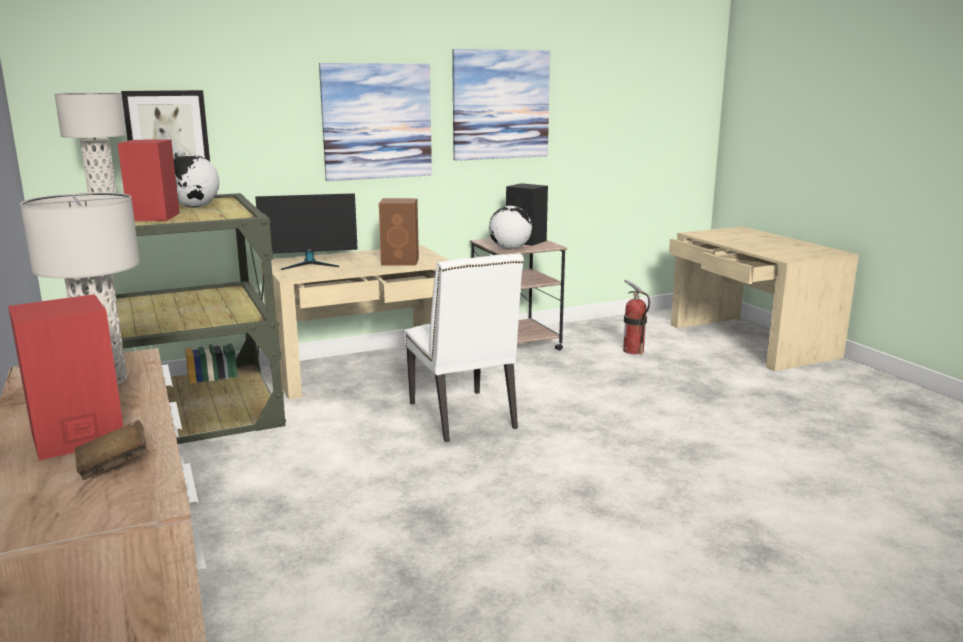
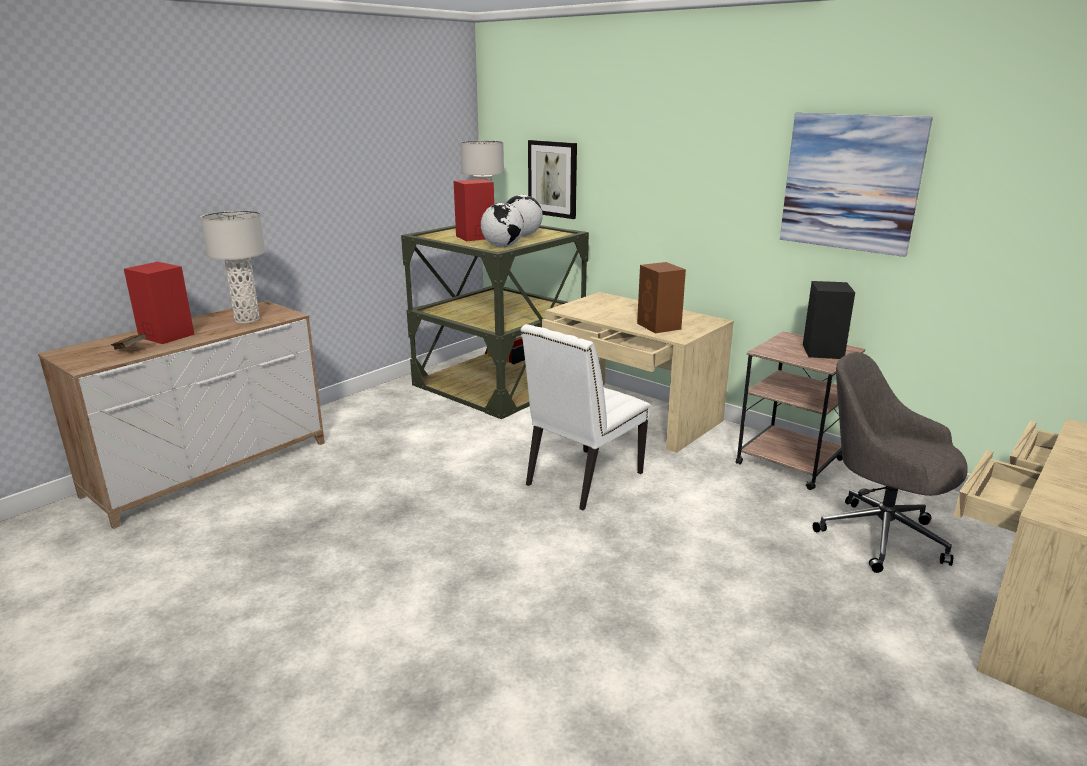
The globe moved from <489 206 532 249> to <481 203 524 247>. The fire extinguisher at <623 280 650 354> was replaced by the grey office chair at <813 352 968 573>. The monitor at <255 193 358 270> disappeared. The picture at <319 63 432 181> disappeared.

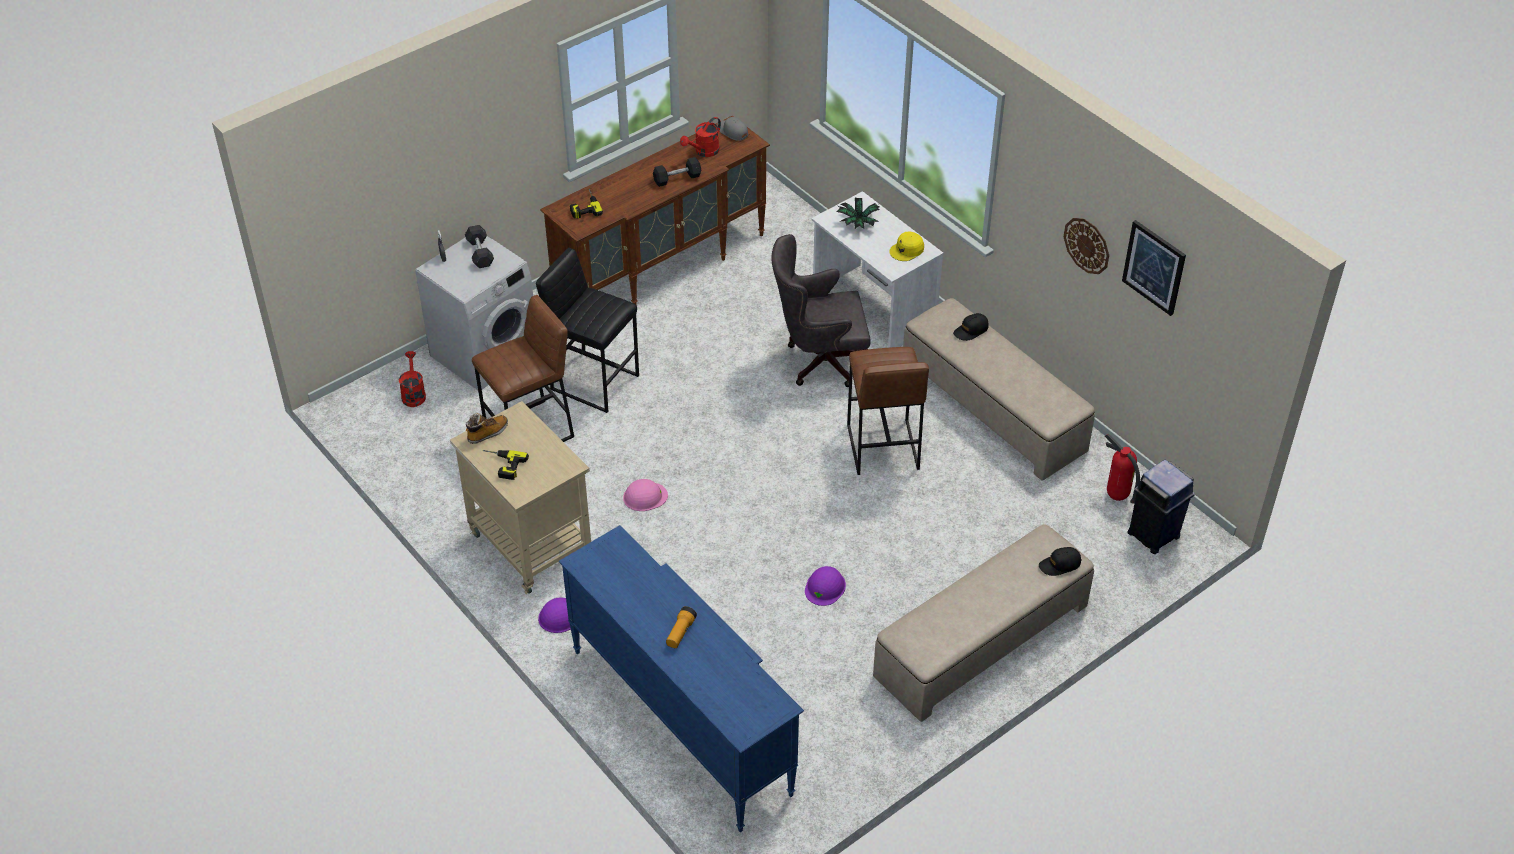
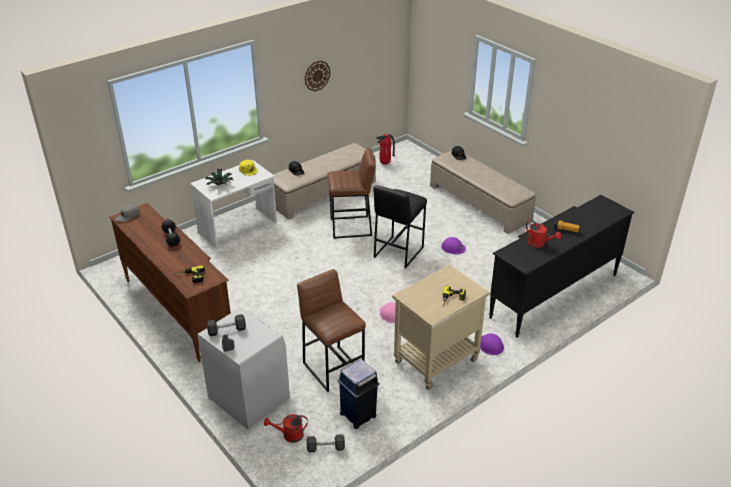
The grey dumbbell at <307 434 345 452> appeared. The blue trash can moved from <1127 460 1195 554> to <338 359 380 429>. The black stool moved from <536 248 639 413> to <373 185 427 268>. The blue cabinet at <559 525 804 832> became the black cabinet at <489 195 634 338>. The red watering can moved from <680 117 721 157> to <526 220 561 248>. The boot at <465 413 508 444> disappeared. The grey office chair at <771 234 871 387> disappeared. The picture at <1122 220 1186 316> disappeared.

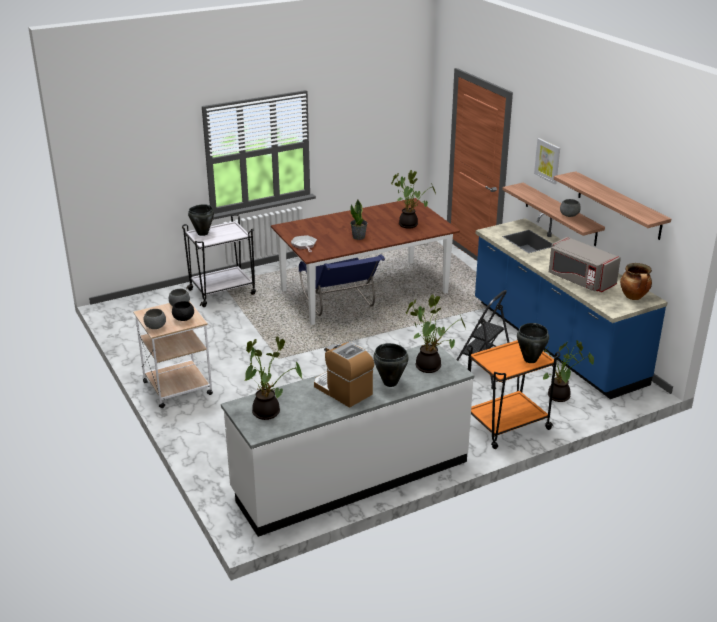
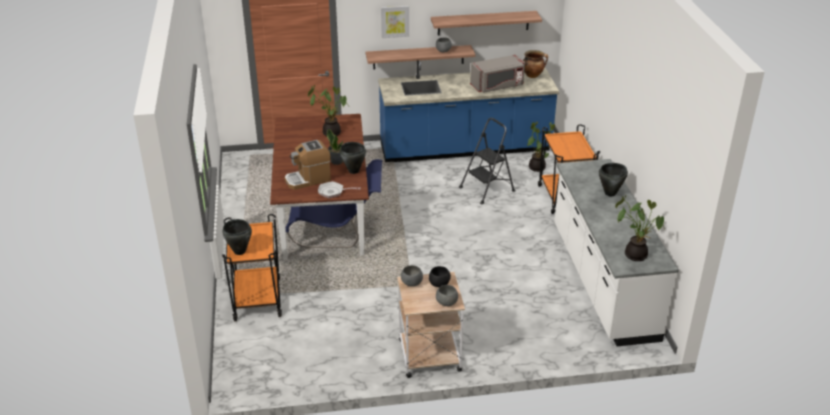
The white cart at <182 214 256 307> became the orange cart at <222 214 282 321>. The coffee machine moved from <314 342 374 408> to <285 140 331 190>. The black cooking pot moved from <517 323 549 363> to <340 142 366 174>. The potted plant at <406 294 465 373> disappeared.

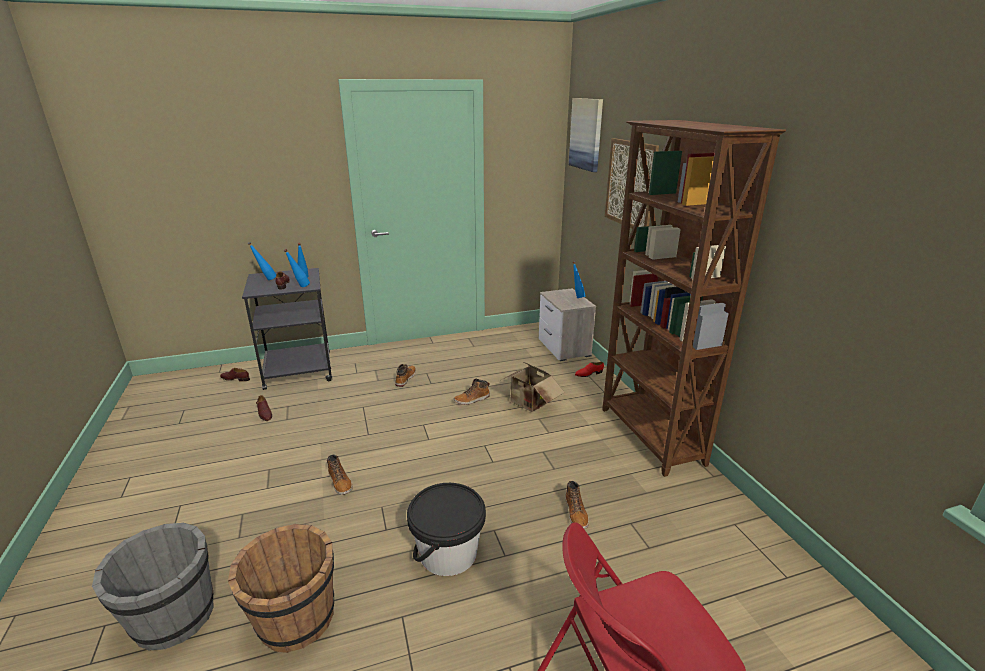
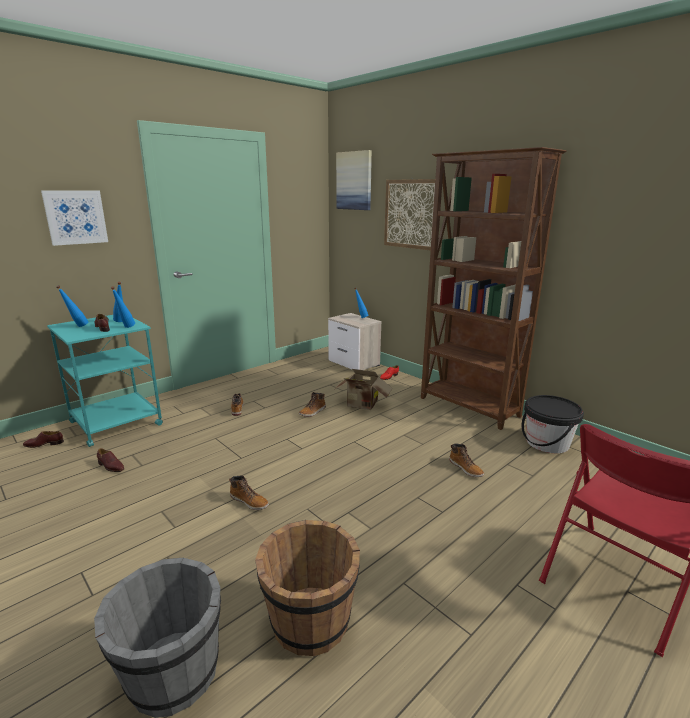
The picture at <41 190 108 246> appeared. The black cart at <242 268 333 390> became the turquoise cart at <47 315 163 447>. The black bucket moved from <407 483 486 576> to <522 395 584 453>.

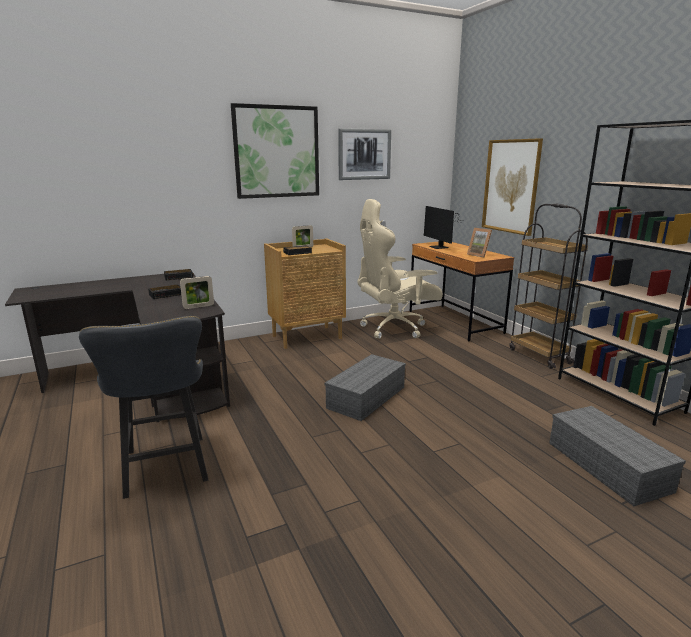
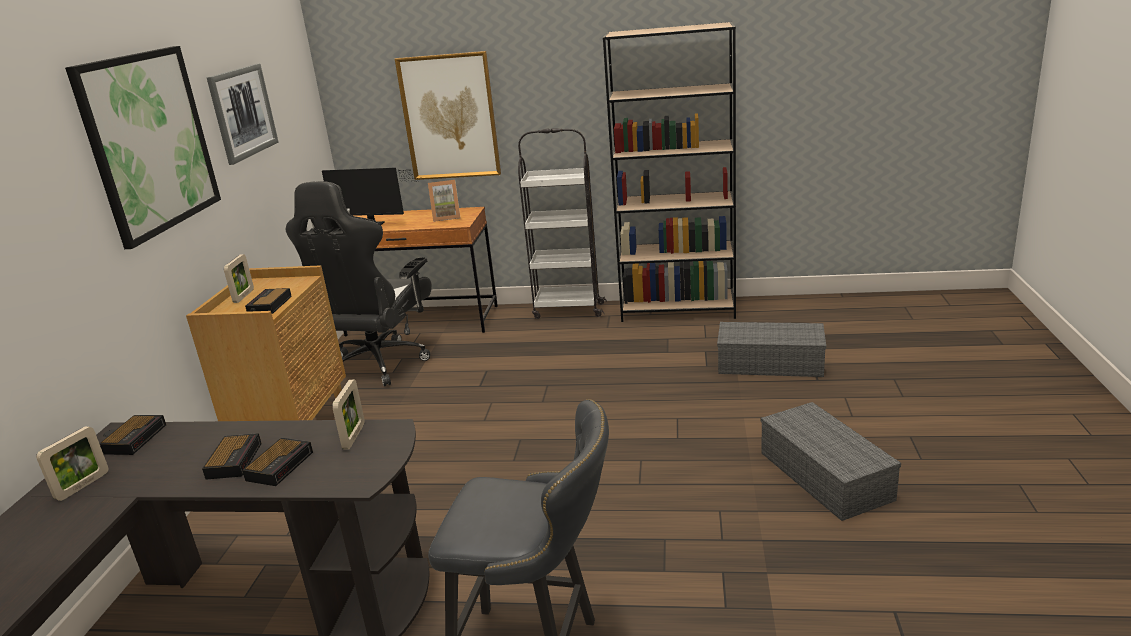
The picture frame at <36 426 109 501> appeared. The alarm clock at <242 438 313 486> appeared. The beige office chair at <357 199 443 339> became the black office chair at <286 181 432 387>. The brown cart at <509 204 588 369> became the white cart at <518 128 607 319>. The grey storage box moved from <325 354 406 421> to <761 402 901 521>.

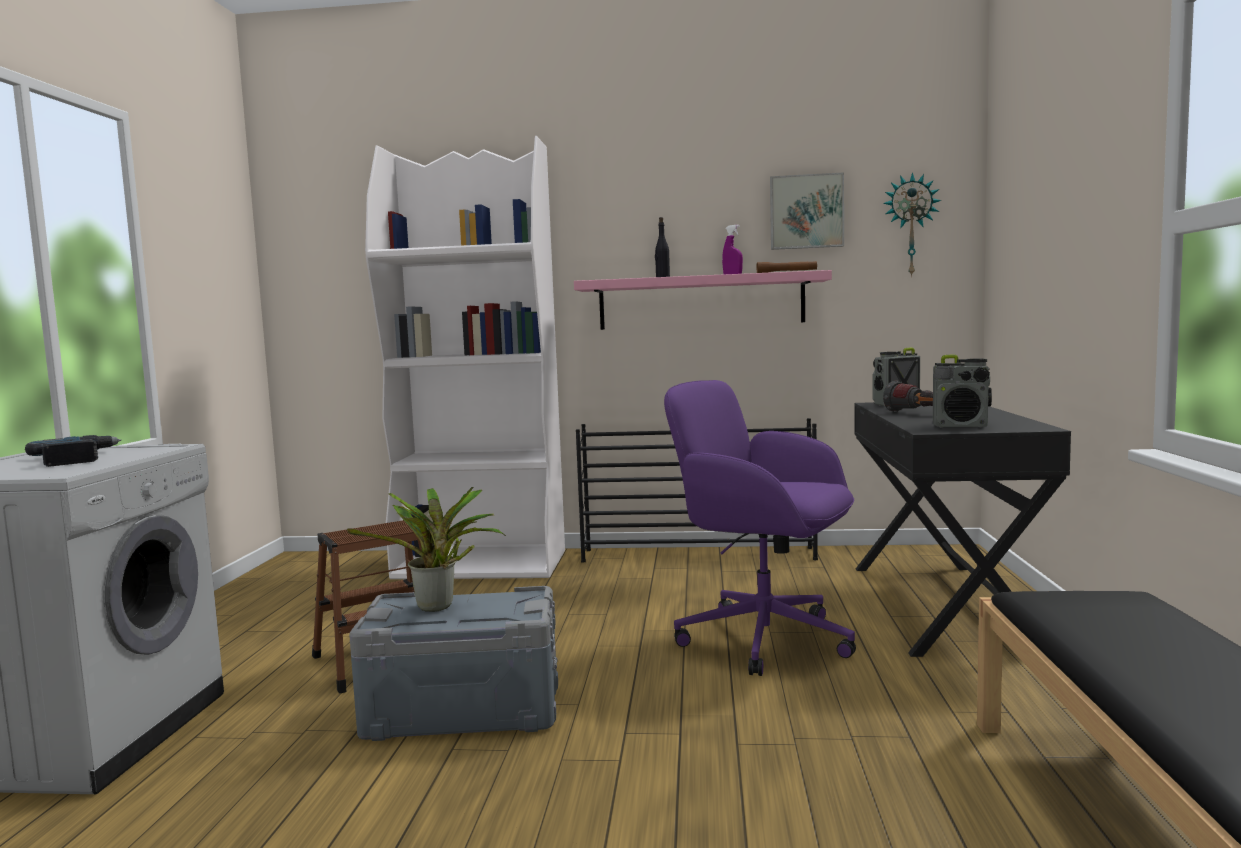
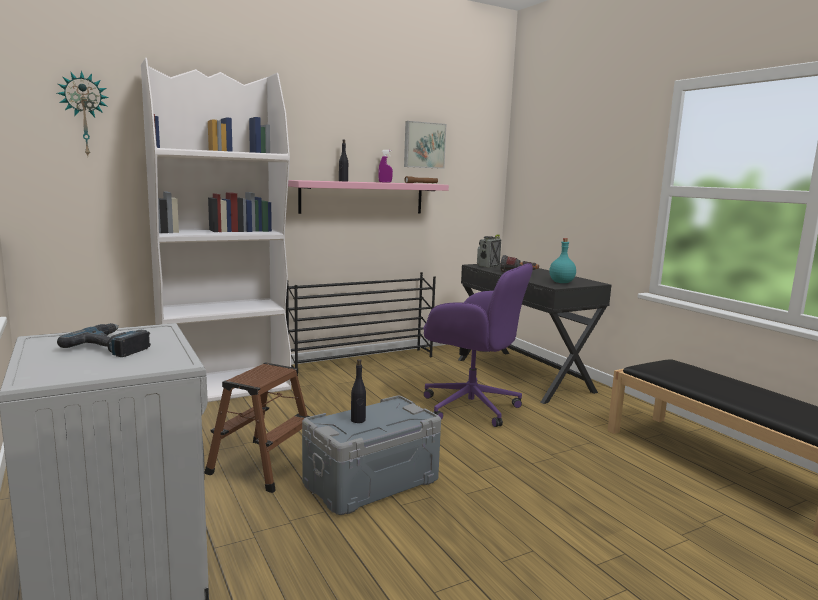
The wall clock moved from <883 172 941 277> to <57 71 109 156>. The potted plant at <347 487 506 612> was replaced by the black bottle at <351 359 366 423>. The purple office chair at <664 380 856 676> turned 150 degrees counterclockwise. The radio at <933 355 992 427> was replaced by the turquoise bottle at <549 238 576 283>.

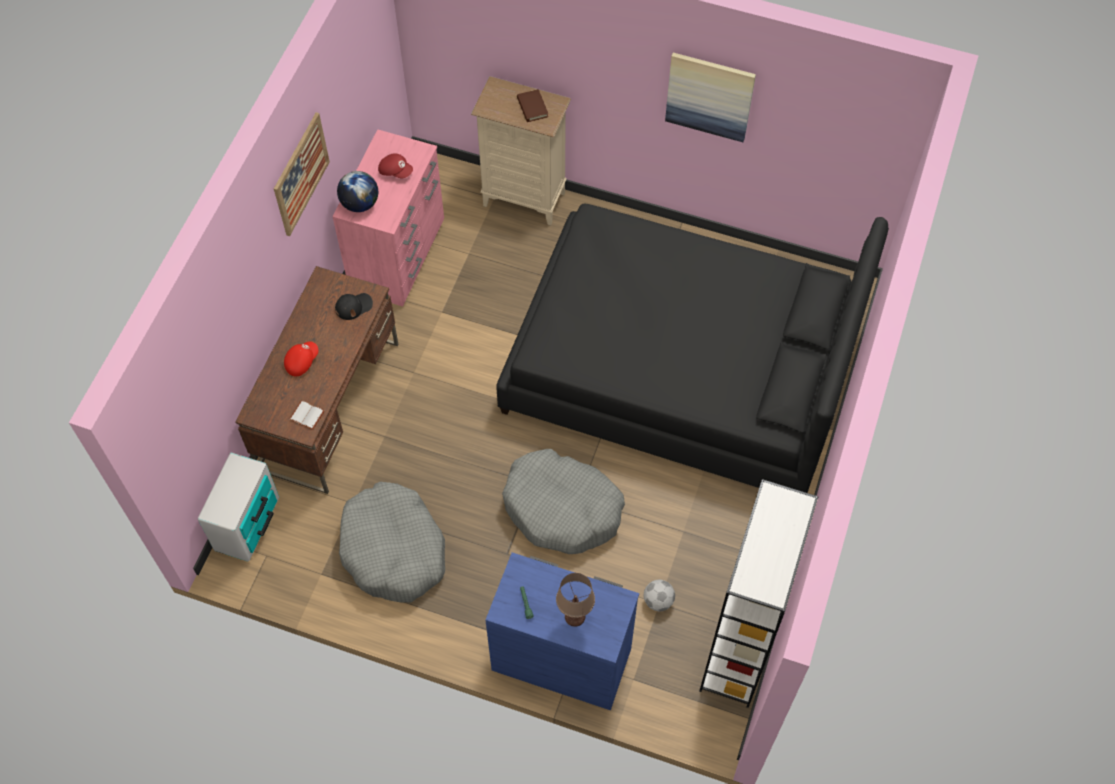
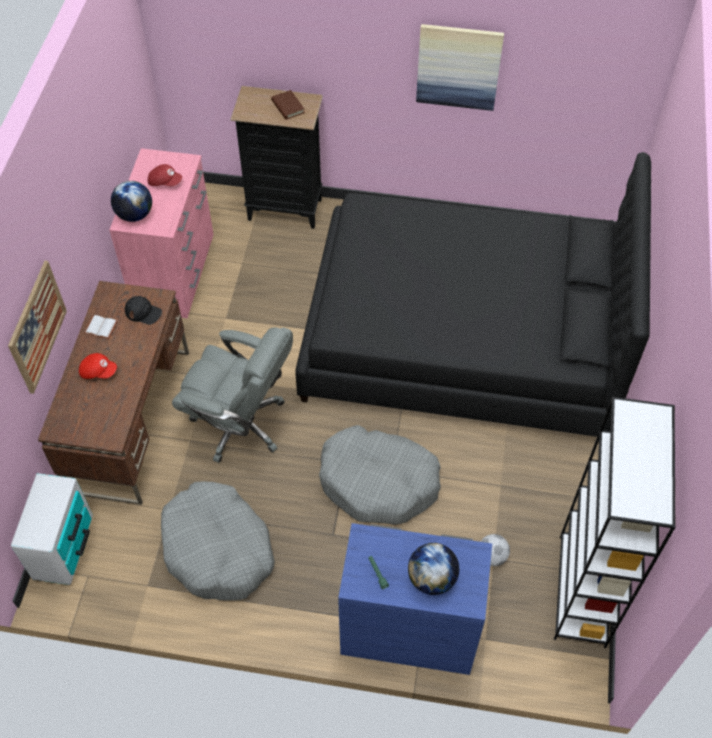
The picture moved from <274 112 330 236> to <8 261 67 394>. The red cap at <284 341 319 376> turned 75 degrees clockwise. The white book moved from <289 401 325 430> to <84 315 118 339>. The black cap at <335 293 373 320> turned 60 degrees clockwise. The grey office chair at <172 327 293 463> appeared. The beige dresser at <471 76 571 226> became the black dresser at <230 86 323 229>. The brown table lamp at <556 573 595 627> was replaced by the globe at <408 543 459 595>.

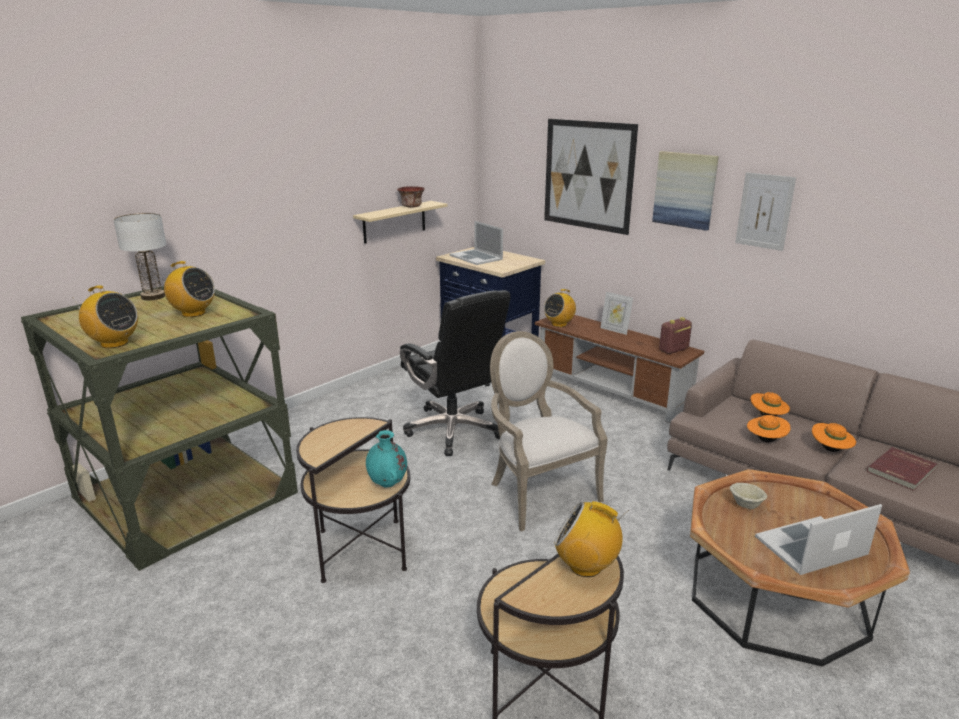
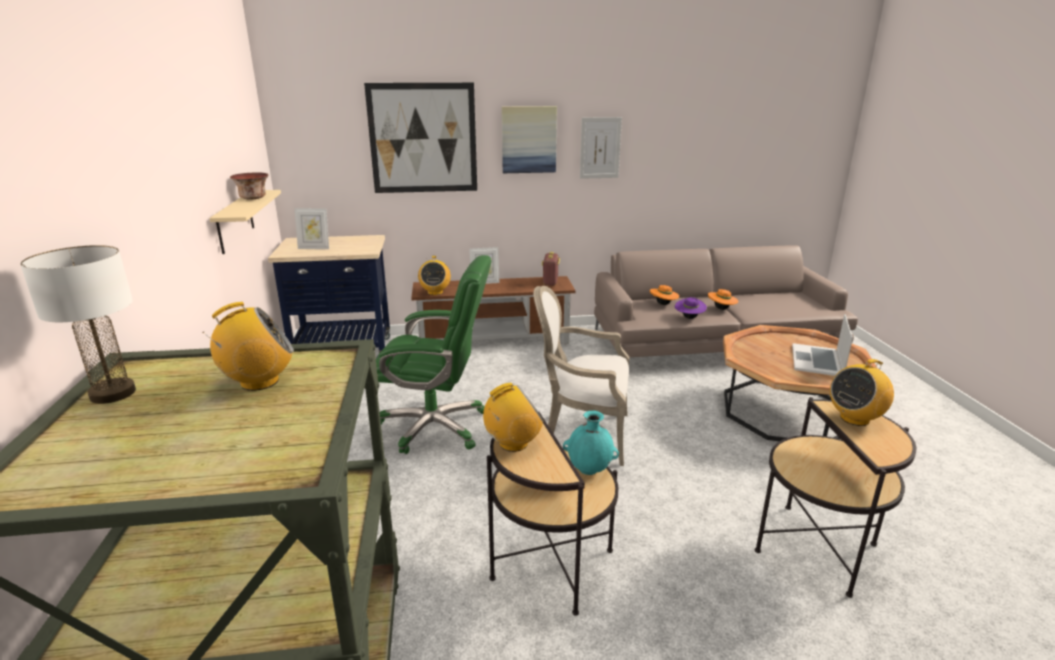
The laptop at <450 221 503 265> was replaced by the picture frame at <295 208 329 249>. The black office chair at <400 290 511 456> became the green office chair at <376 255 491 454>. The radio moved from <73 285 138 348> to <483 382 544 452>. The orange hat at <747 412 791 442> became the purple hat at <675 297 707 319>. The beige bowl at <730 483 767 509> disappeared. The red book at <867 447 937 491> disappeared.

